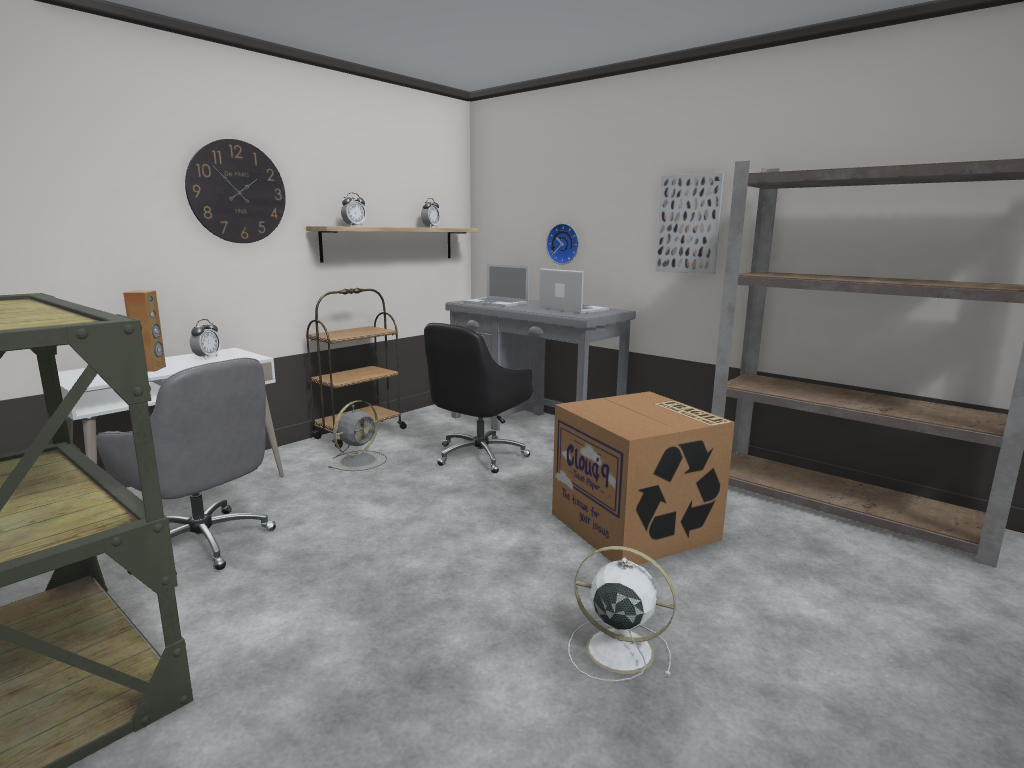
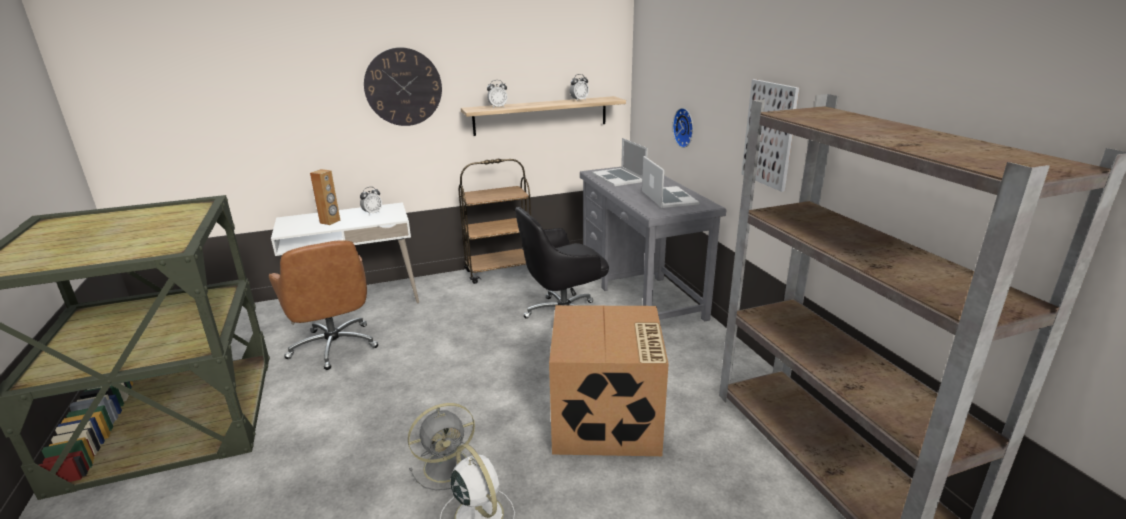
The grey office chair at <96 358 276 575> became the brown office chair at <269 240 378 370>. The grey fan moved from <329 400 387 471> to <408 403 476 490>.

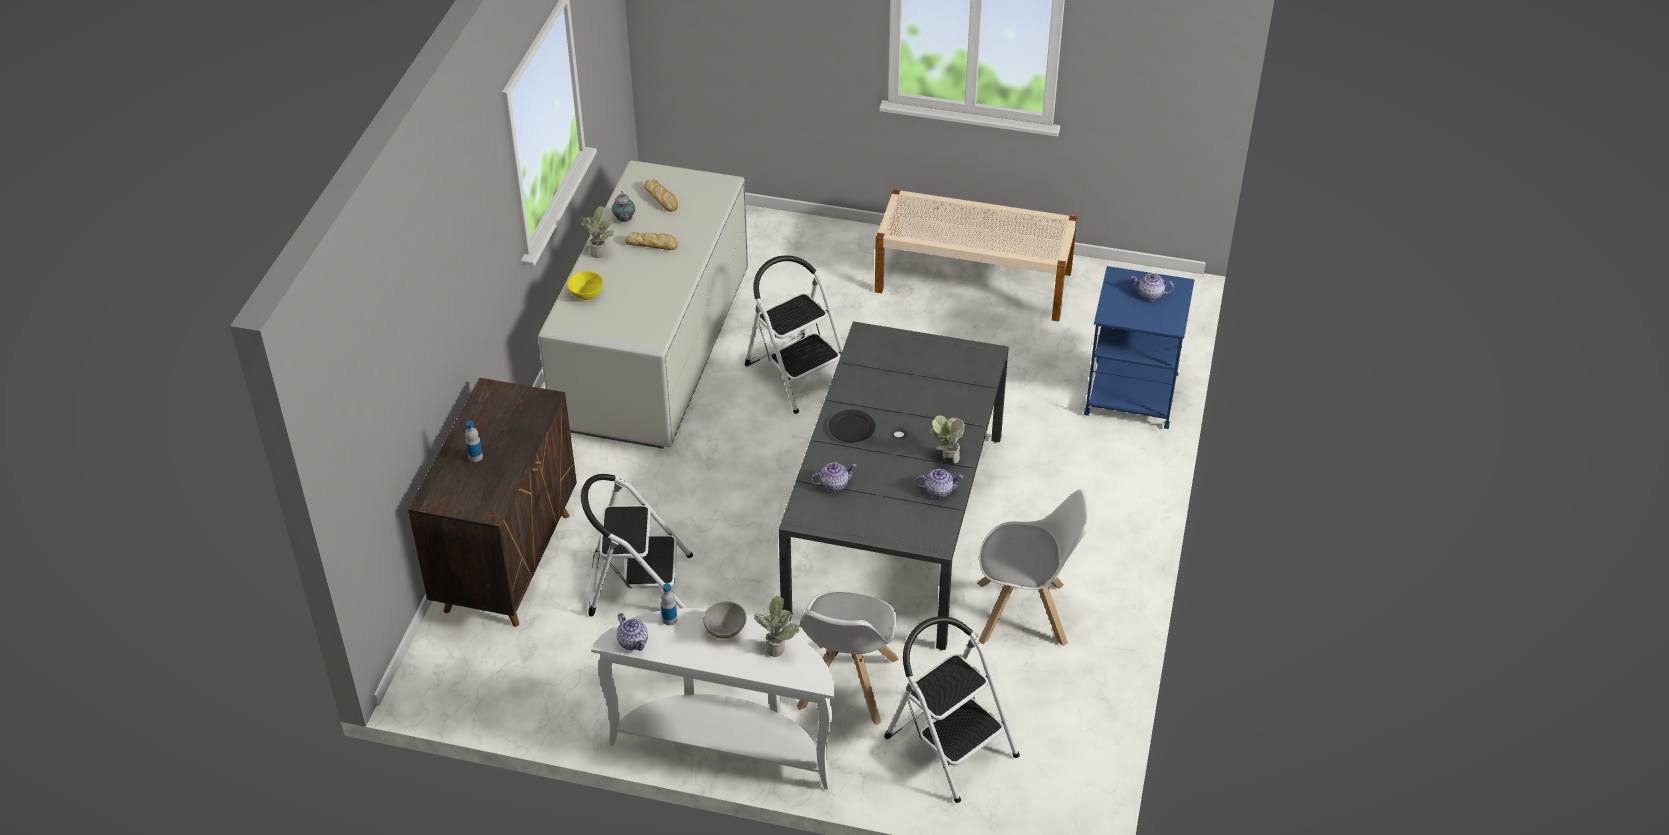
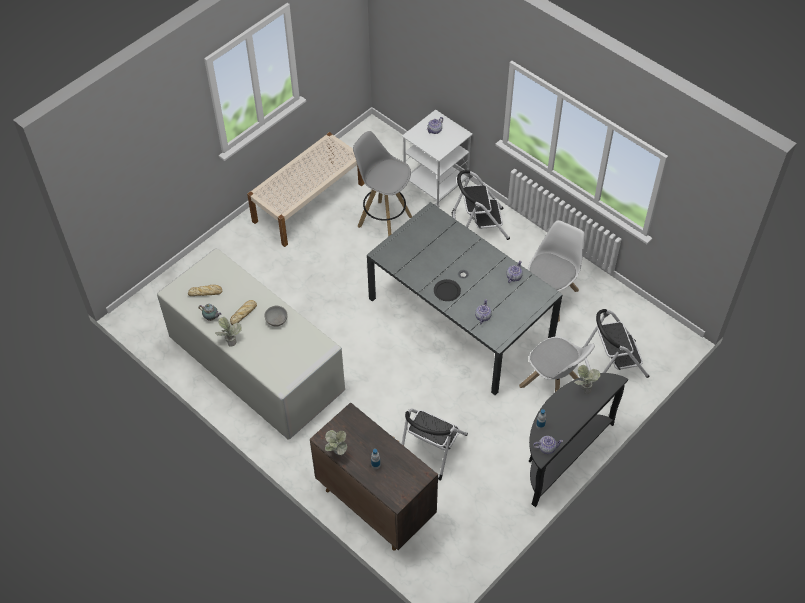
The grey bowl moved from <703 601 746 639> to <265 306 287 327>. The potted plant moved from <929 415 965 463> to <325 430 347 455>. The grey stool at <353 131 412 237> appeared. The blue cart at <1084 266 1195 429> became the white cart at <402 109 473 207>. The step ladder moved from <745 256 843 414> to <452 170 510 240>. The white console table at <591 608 835 790> became the black console table at <528 373 628 507>. The yellow bowl at <567 271 603 300> disappeared.

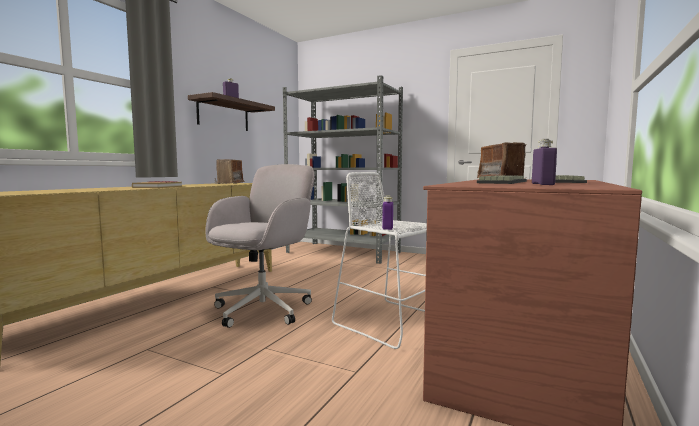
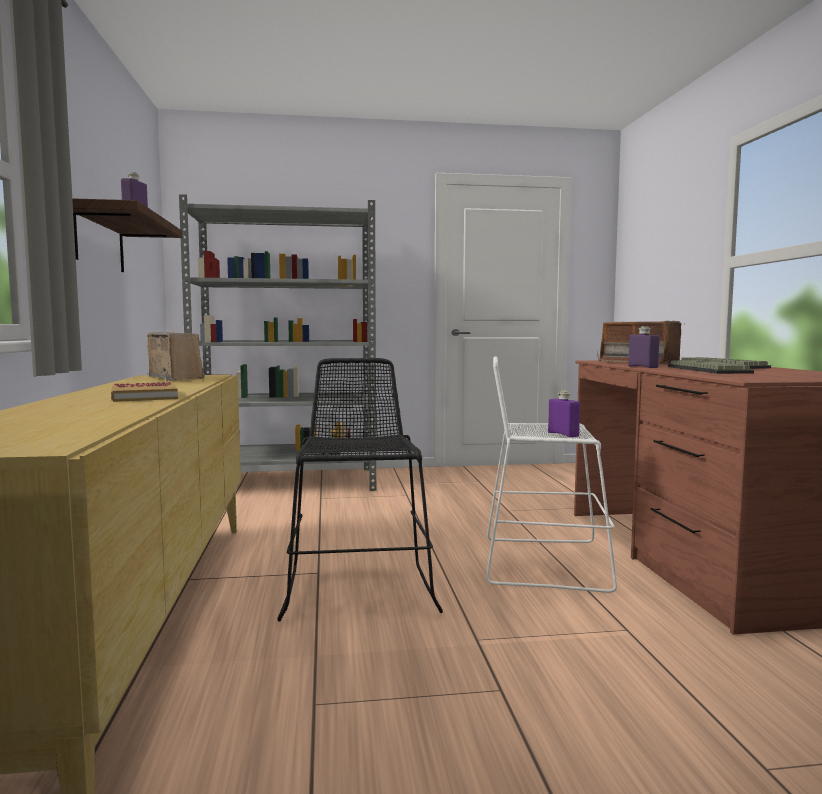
The grey office chair at <206 164 314 328> was replaced by the black stool at <277 358 443 622>. The purple bottle moved from <532 139 557 185> to <628 326 660 368>.

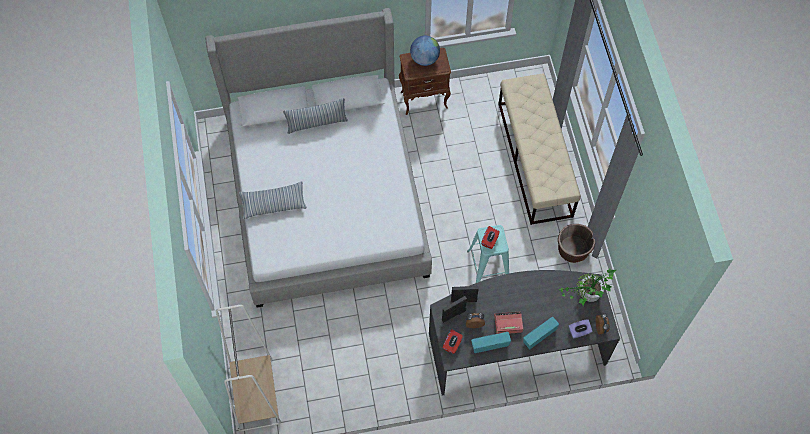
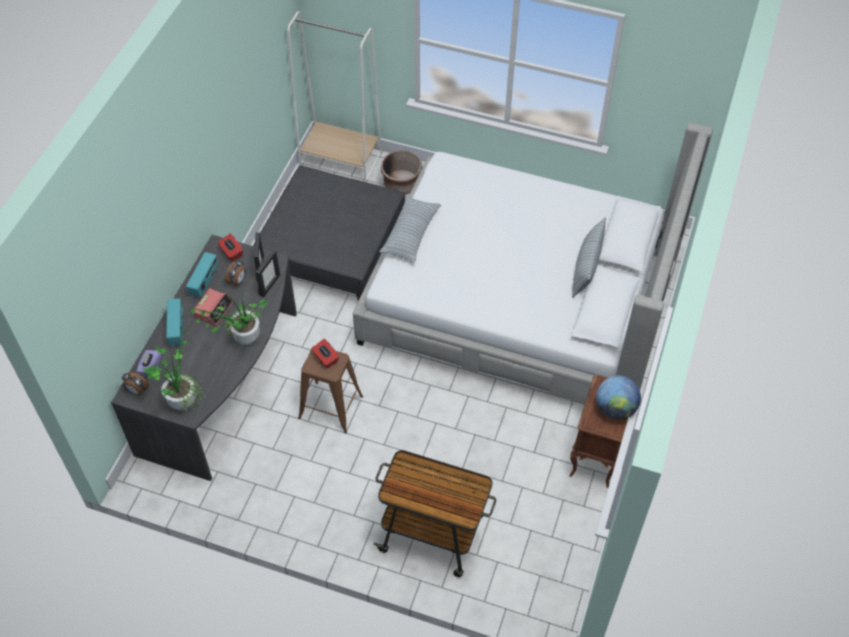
The potted plant at <187 295 269 345> appeared. The grey ottoman at <253 165 405 301> appeared. The turquoise stool at <467 225 509 283> became the brown stool at <298 346 363 433>. The beige bench at <498 73 581 225> was replaced by the cart at <374 450 496 577>. The pillow moved from <239 181 307 219> to <379 196 441 262>. The brown planter moved from <558 224 595 263> to <381 151 422 195>.

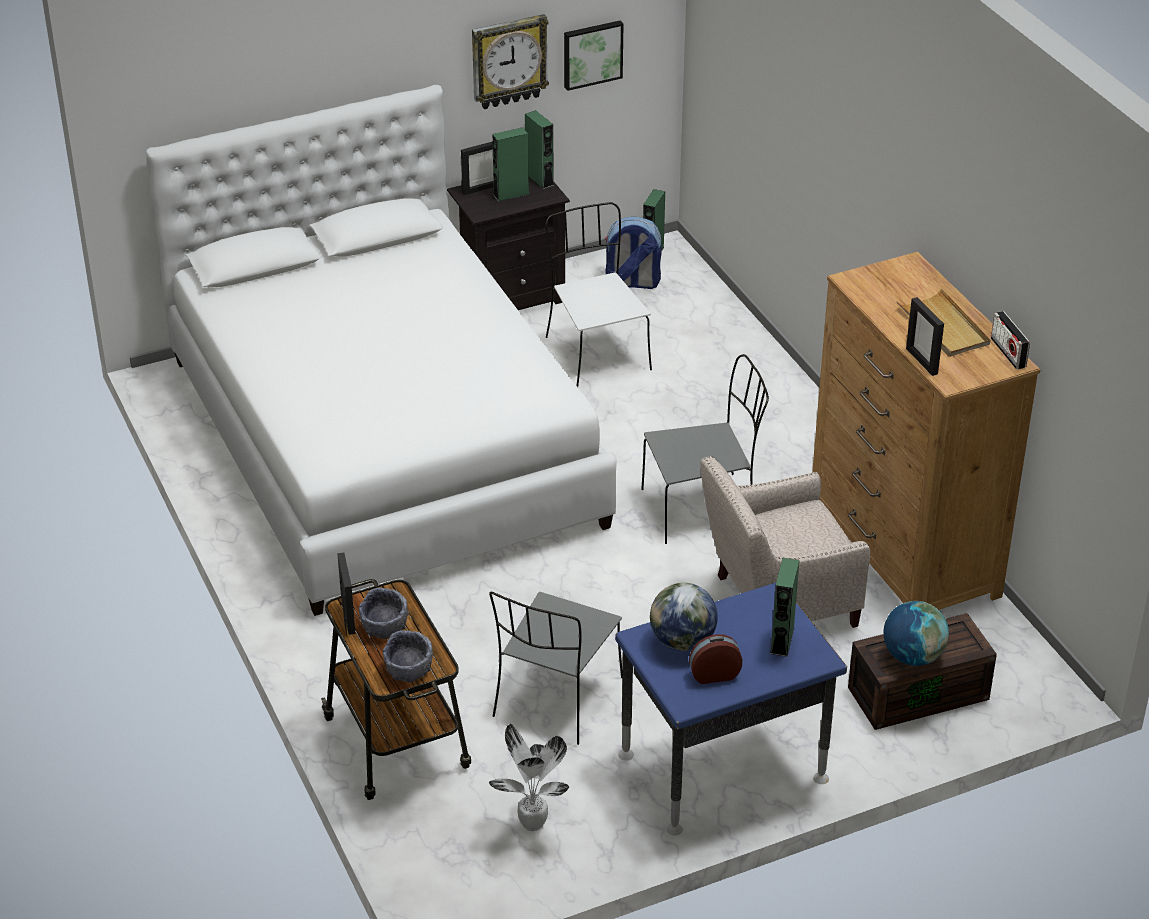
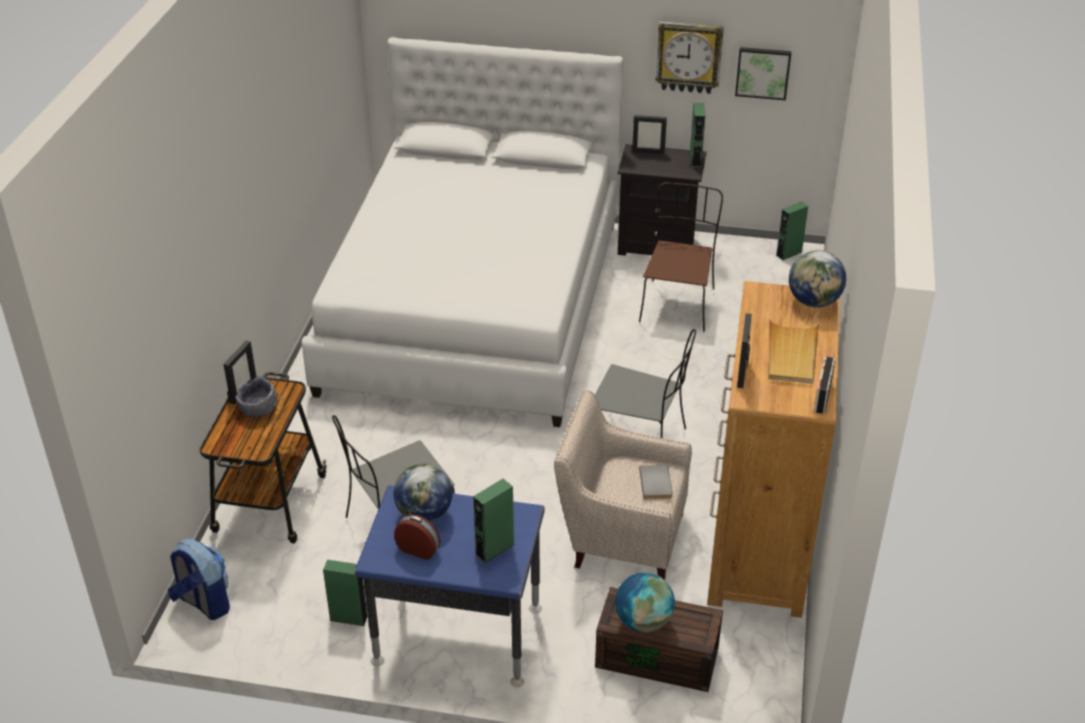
The backpack moved from <605 216 662 289> to <168 538 230 620>. The green speaker moved from <492 127 530 202> to <323 560 368 626>. The white chair at <545 202 652 387> became the brown chair at <639 182 723 332>. The grey book at <639 465 673 499> appeared. The globe at <789 250 846 308> appeared. The grey bowl at <383 630 433 683> disappeared. The potted plant at <489 724 569 831> disappeared.

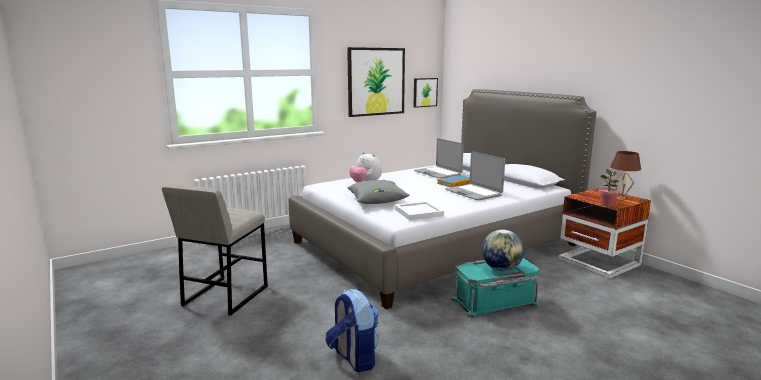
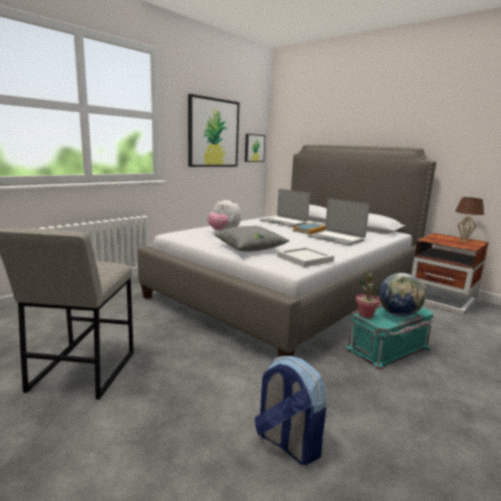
The potted plant moved from <598 169 620 207> to <356 272 380 319>.

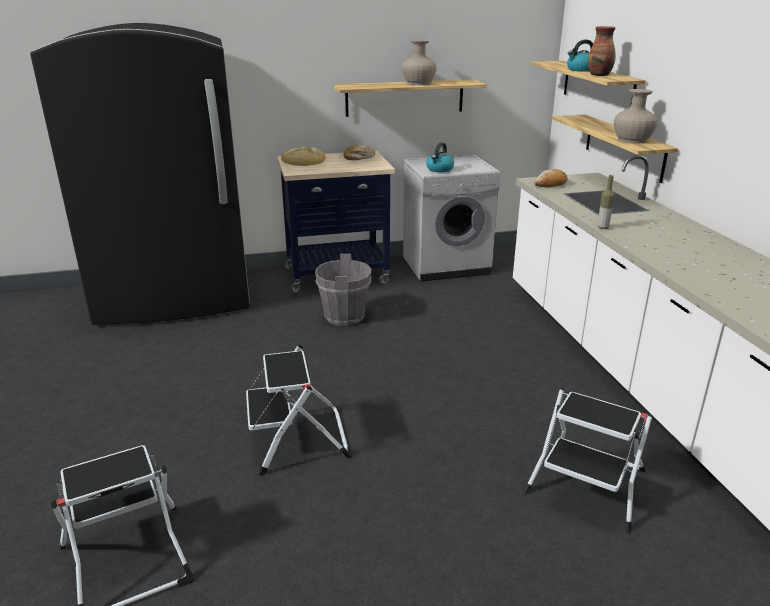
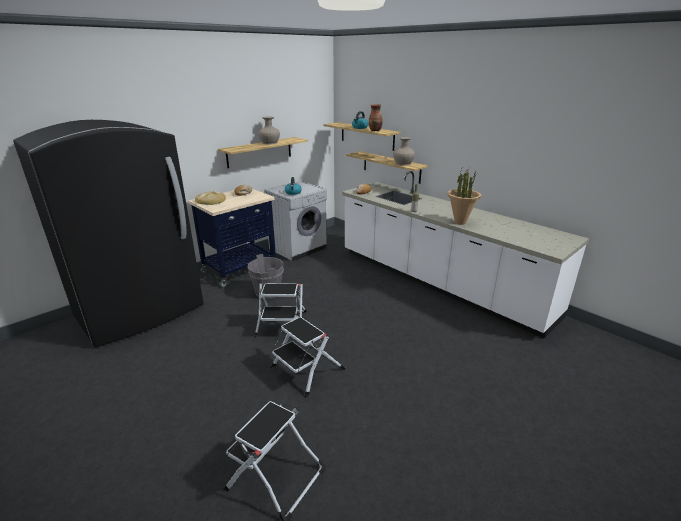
The step ladder moved from <523 388 652 534> to <254 283 307 338>. The potted plant at <447 166 481 225> appeared.

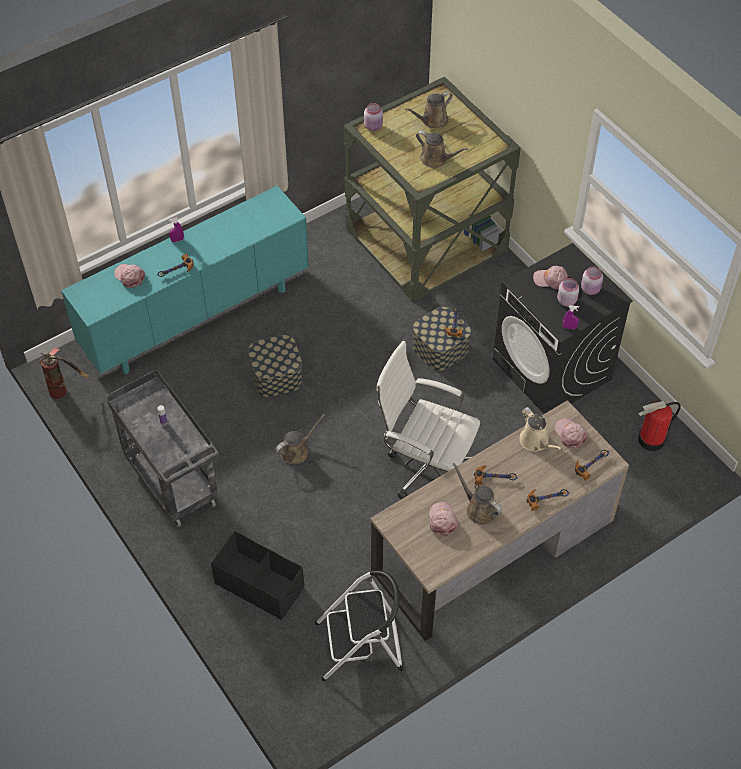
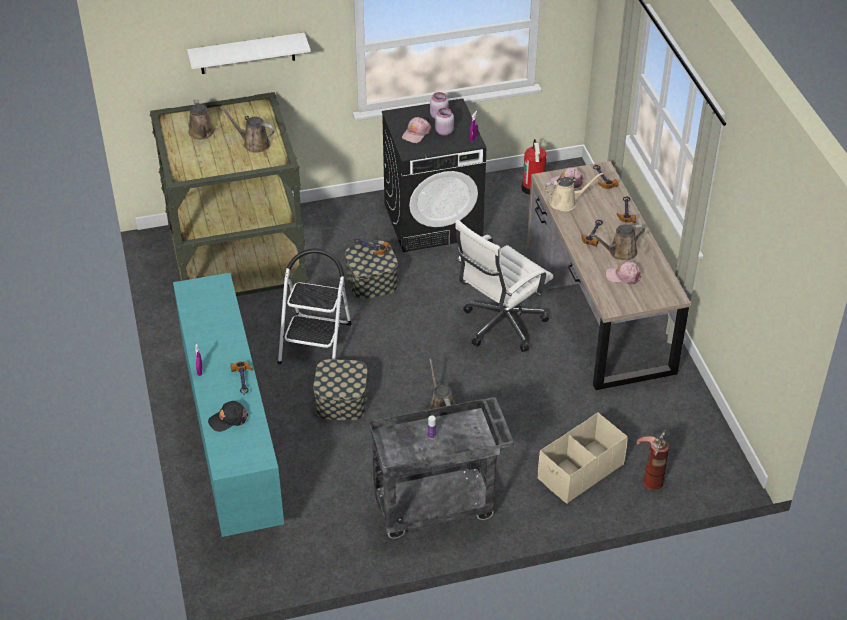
The white shelf at <187 33 311 74> appeared. The pink cap at <114 264 145 288> became the black cap at <208 401 248 432>. The brown watering can at <416 130 468 168> turned 120 degrees counterclockwise. The step ladder moved from <315 571 403 681> to <278 248 352 364>. The black storage box at <211 531 304 620> became the beige storage box at <538 412 628 504>. The fire extinguisher moved from <39 348 89 399> to <636 429 669 490>. The pink jar at <364 103 383 131> disappeared.

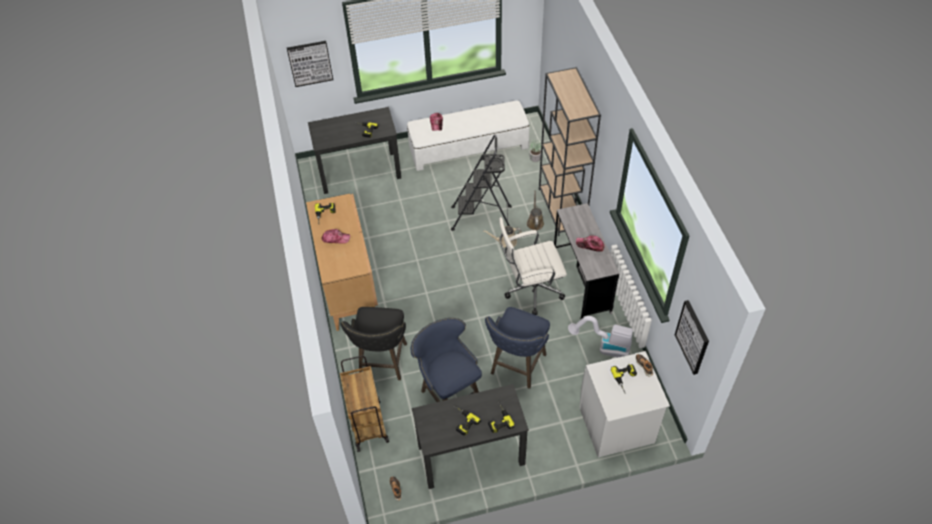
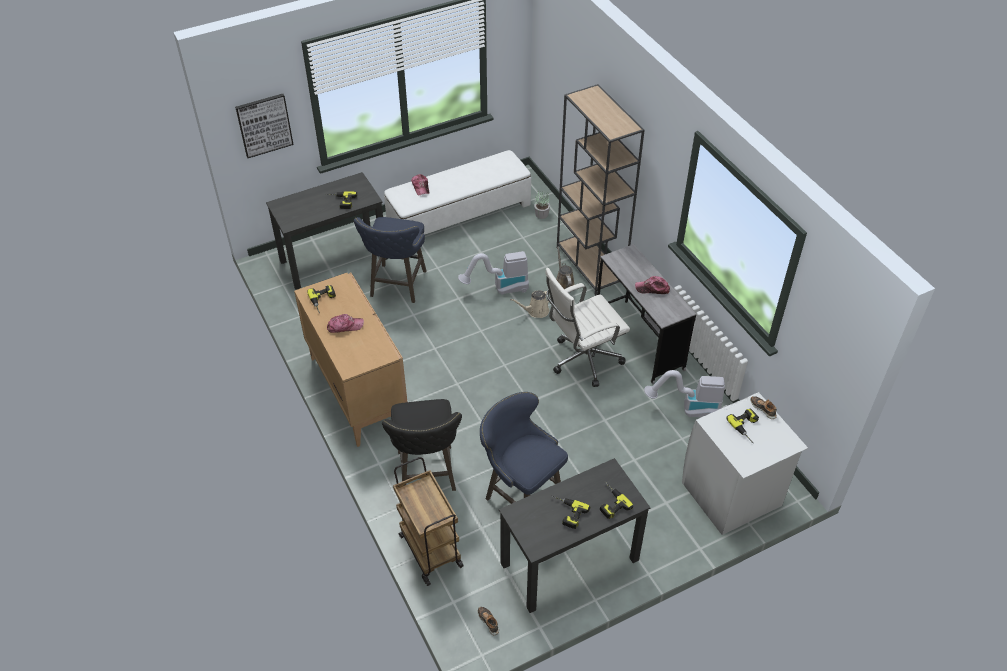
The blue stool moved from <485 307 550 389> to <354 217 427 303>. The step ladder at <451 135 512 231> was replaced by the vacuum cleaner at <458 251 529 295>. The picture at <675 300 709 375> disappeared.

